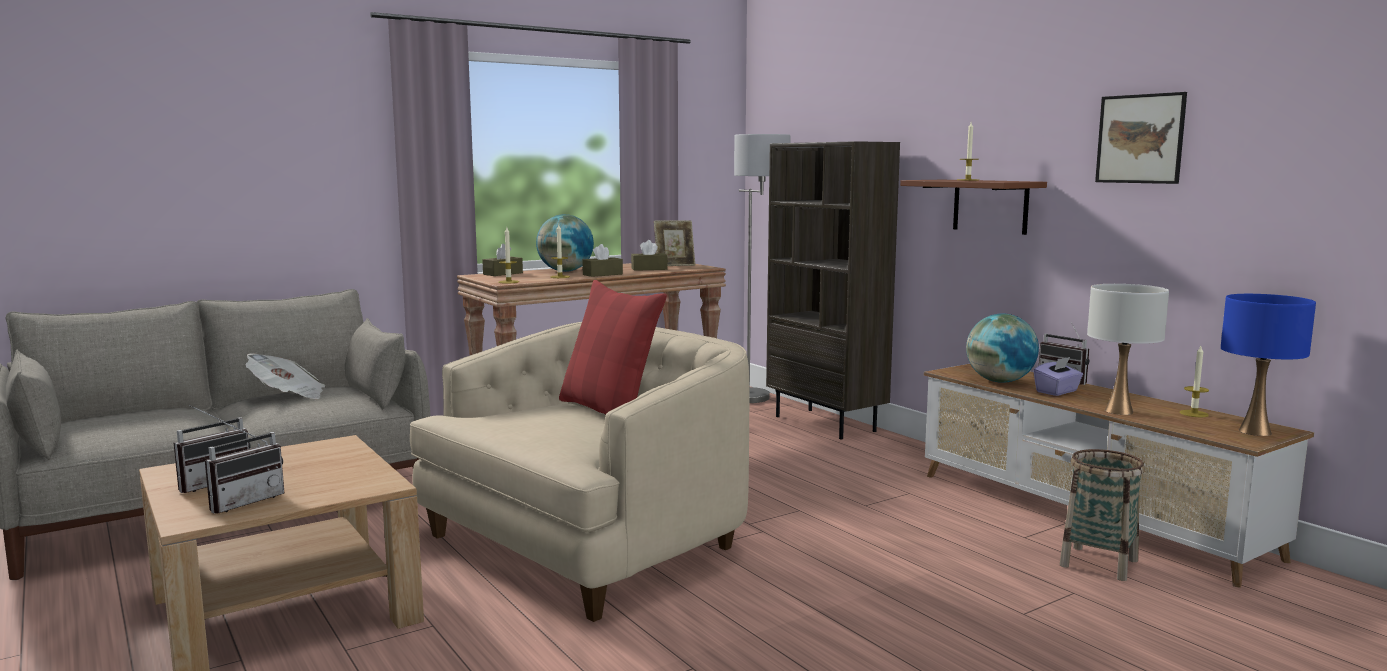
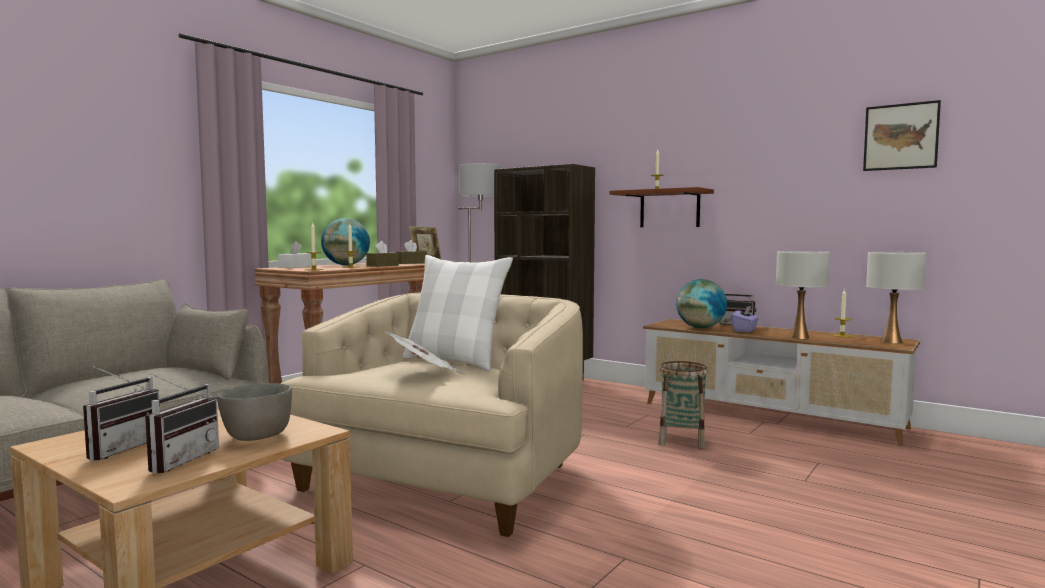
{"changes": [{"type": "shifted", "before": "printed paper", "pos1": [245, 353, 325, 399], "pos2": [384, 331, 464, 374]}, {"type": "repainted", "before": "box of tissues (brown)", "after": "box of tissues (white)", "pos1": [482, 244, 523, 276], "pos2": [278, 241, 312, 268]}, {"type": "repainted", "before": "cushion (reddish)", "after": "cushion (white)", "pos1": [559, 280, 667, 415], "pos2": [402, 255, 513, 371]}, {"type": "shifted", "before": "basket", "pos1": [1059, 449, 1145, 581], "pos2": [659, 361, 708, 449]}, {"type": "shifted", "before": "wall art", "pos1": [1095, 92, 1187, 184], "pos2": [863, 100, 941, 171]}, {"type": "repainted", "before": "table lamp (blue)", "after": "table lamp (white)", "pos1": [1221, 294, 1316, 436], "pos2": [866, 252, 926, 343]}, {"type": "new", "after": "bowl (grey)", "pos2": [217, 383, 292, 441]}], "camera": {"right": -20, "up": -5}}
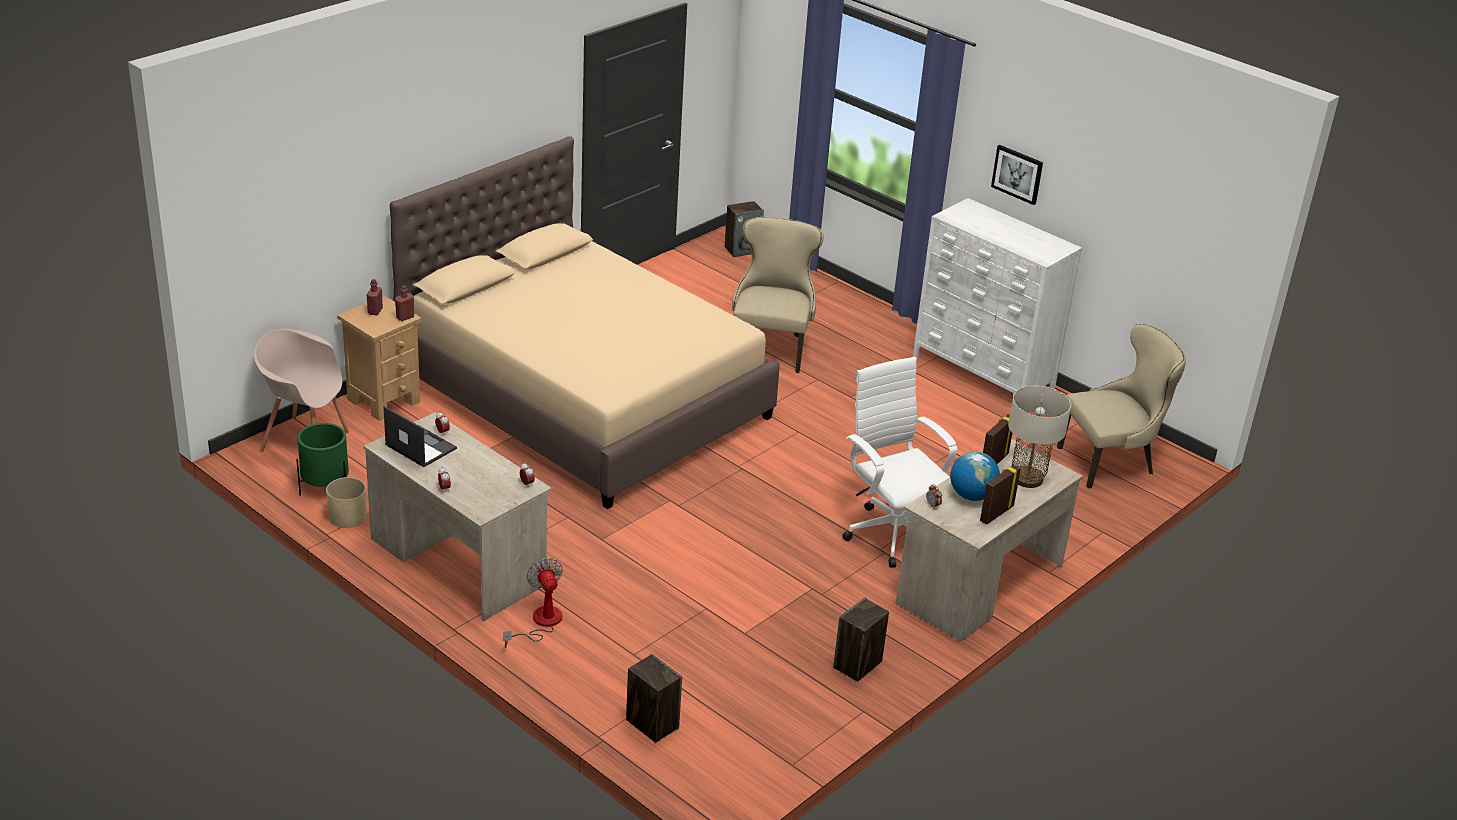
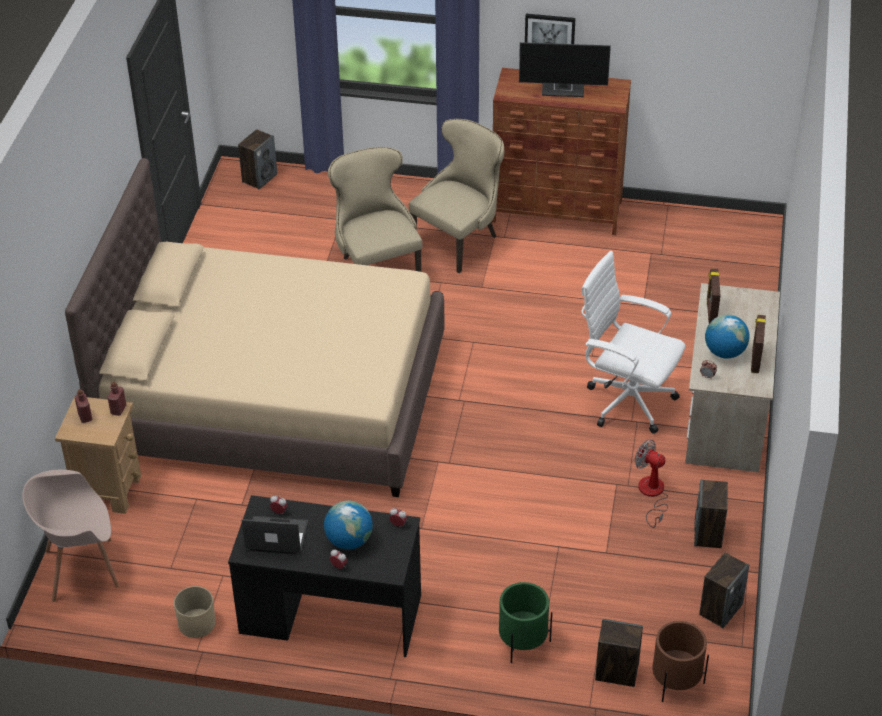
{"changes": [{"type": "shifted", "before": "planter (green-coloured)", "pos1": [296, 423, 349, 496], "pos2": [499, 582, 552, 663]}, {"type": "repainted", "before": "desk unit (beige-coloured)", "after": "desk unit (blackish)", "pos1": [363, 412, 551, 621], "pos2": [228, 495, 421, 657]}, {"type": "shifted", "before": "cooling fan", "pos1": [503, 558, 563, 648], "pos2": [635, 439, 668, 528]}, {"type": "repainted", "before": "dresser (white)", "after": "dresser (brown)", "pos1": [913, 198, 1082, 393], "pos2": [492, 68, 631, 235]}, {"type": "gone", "before": "table lamp", "pos1": [1008, 386, 1071, 488]}, {"type": "shifted", "before": "chair (beige-coloured)", "pos1": [1057, 324, 1186, 489], "pos2": [409, 119, 504, 273]}, {"type": "new", "after": "world globe", "pos2": [324, 501, 373, 549]}, {"type": "new", "after": "computer screen", "pos2": [519, 42, 611, 97]}, {"type": "new", "after": "planter (brown)", "pos2": [652, 621, 709, 702]}, {"type": "new", "after": "loudspeaker", "pos2": [699, 553, 749, 628]}], "camera": {"right": -30, "up": 10}}
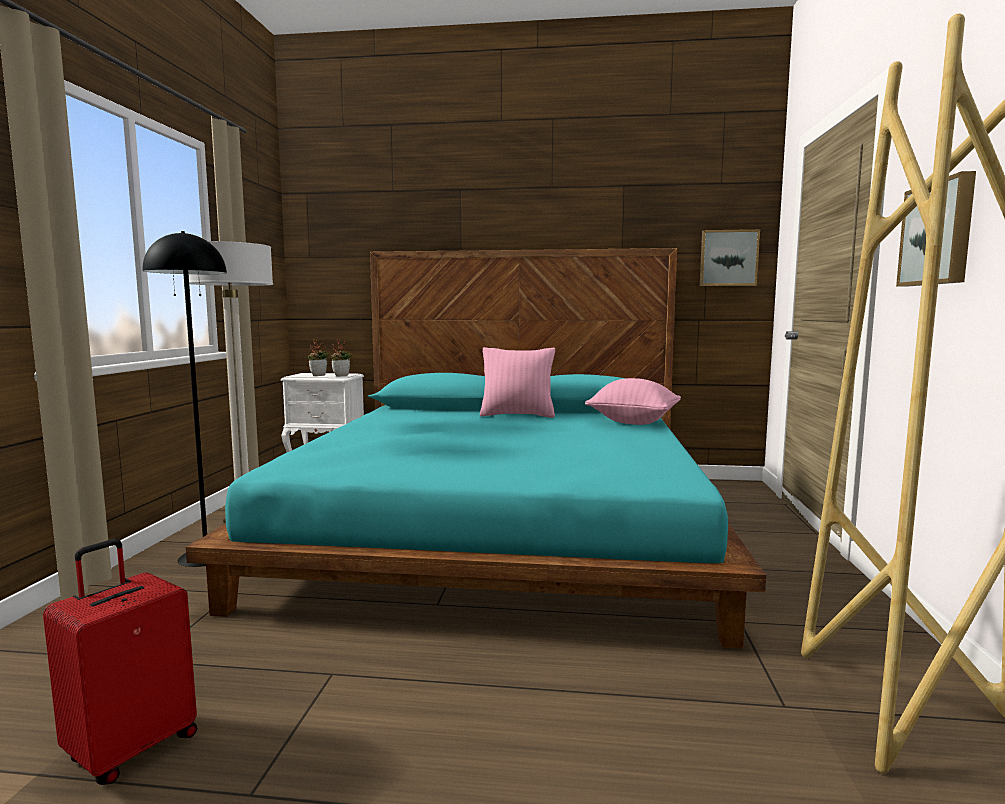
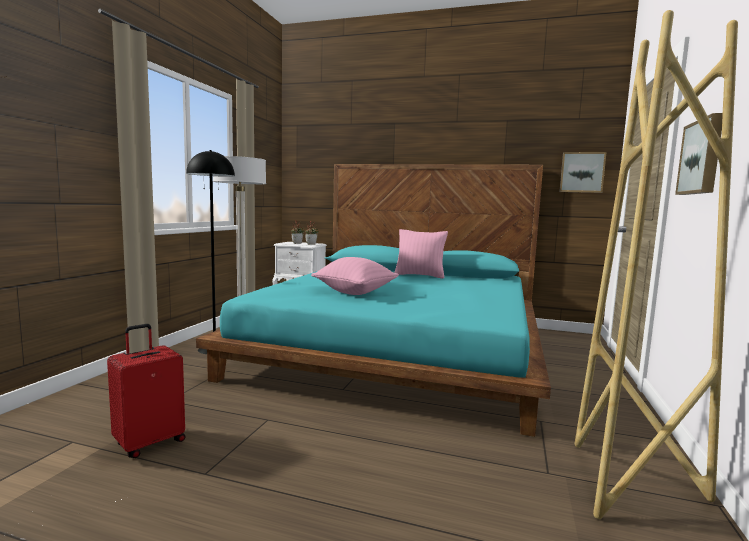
{"changes": [{"type": "shifted", "before": "cushion (pinkish)", "pos1": [585, 378, 681, 425], "pos2": [311, 257, 399, 295]}], "camera": {"right": 10, "up": 0}}
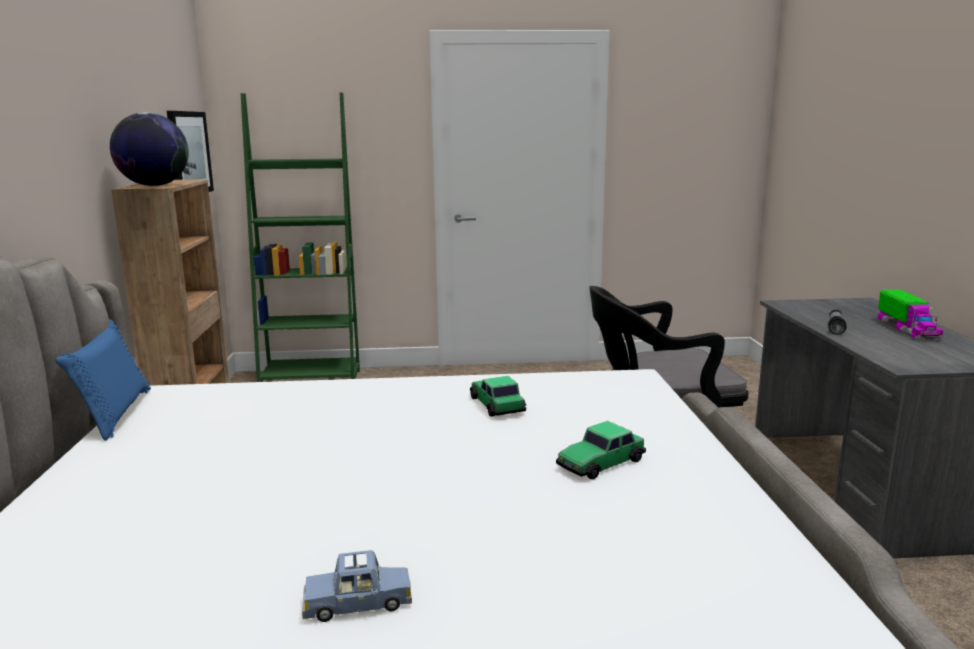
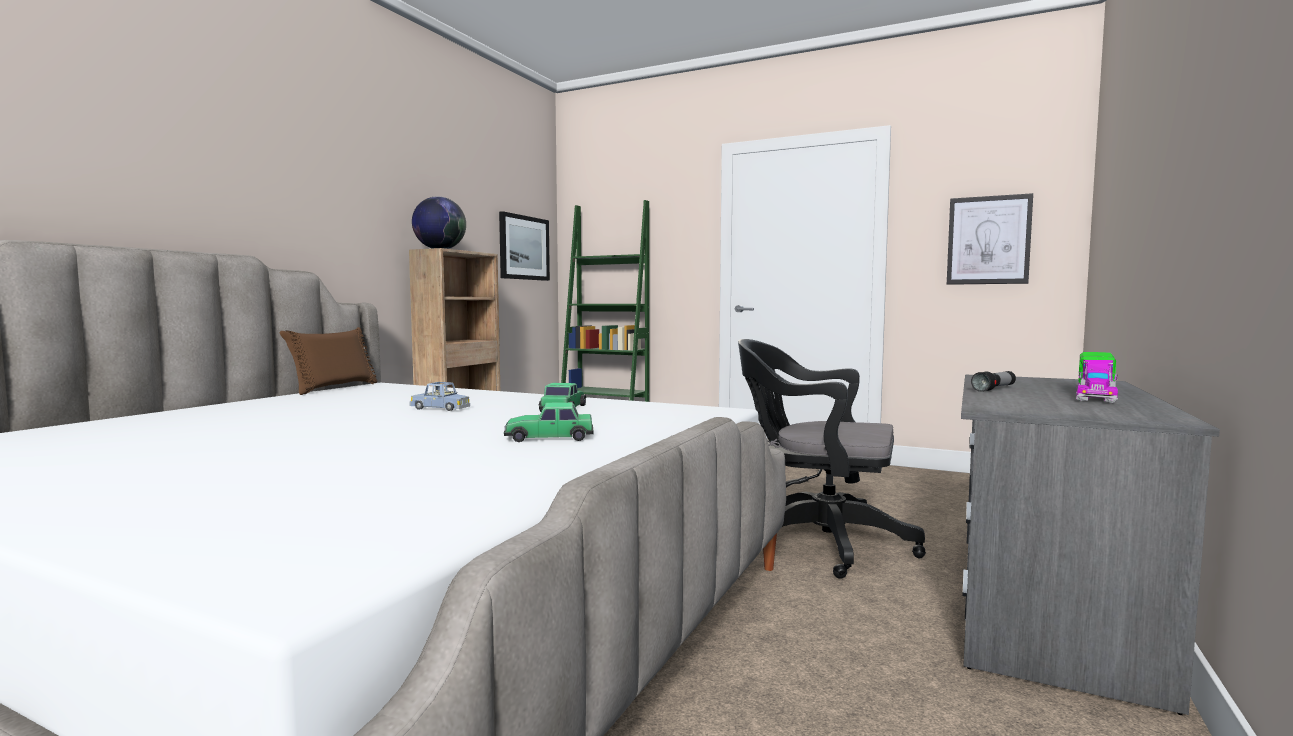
{"changes": [{"type": "repainted", "before": "cushion (blue)", "after": "cushion (brown)", "pos1": [56, 319, 151, 441], "pos2": [280, 327, 377, 395]}, {"type": "shifted", "before": "model car (blue)", "pos1": [302, 550, 412, 622], "pos2": [409, 382, 470, 411]}, {"type": "new", "after": "wall art", "pos2": [947, 193, 1033, 285]}], "camera": {"right": 30, "up": -10}}
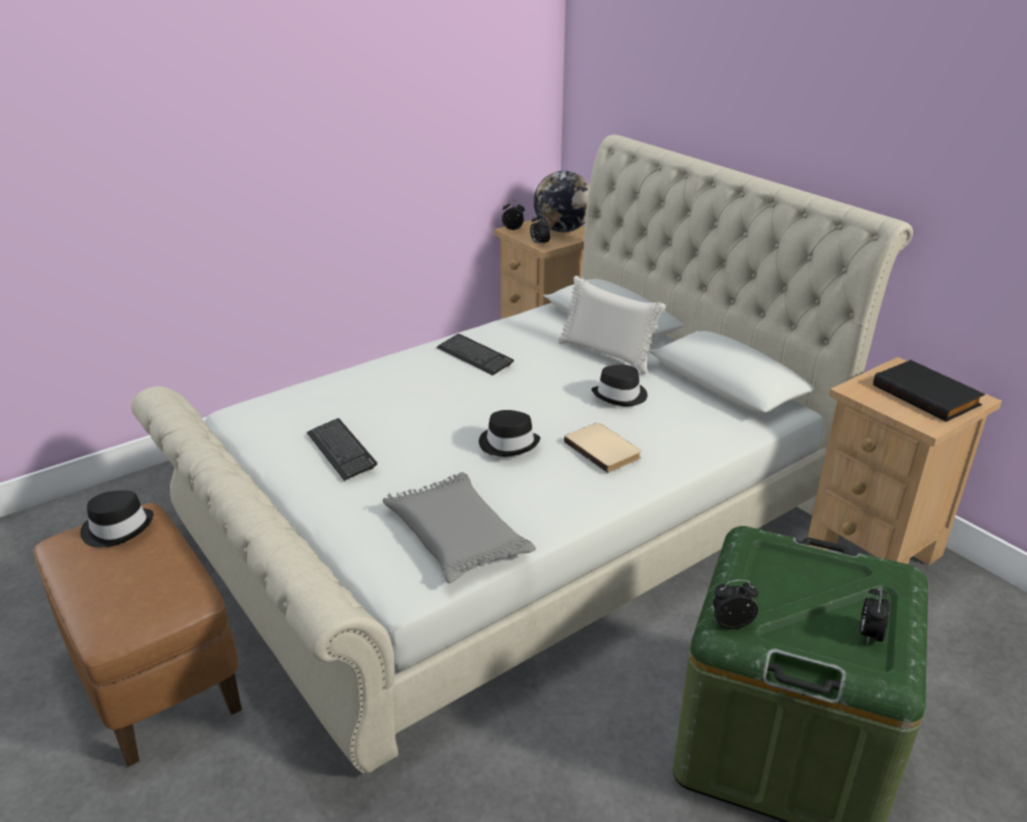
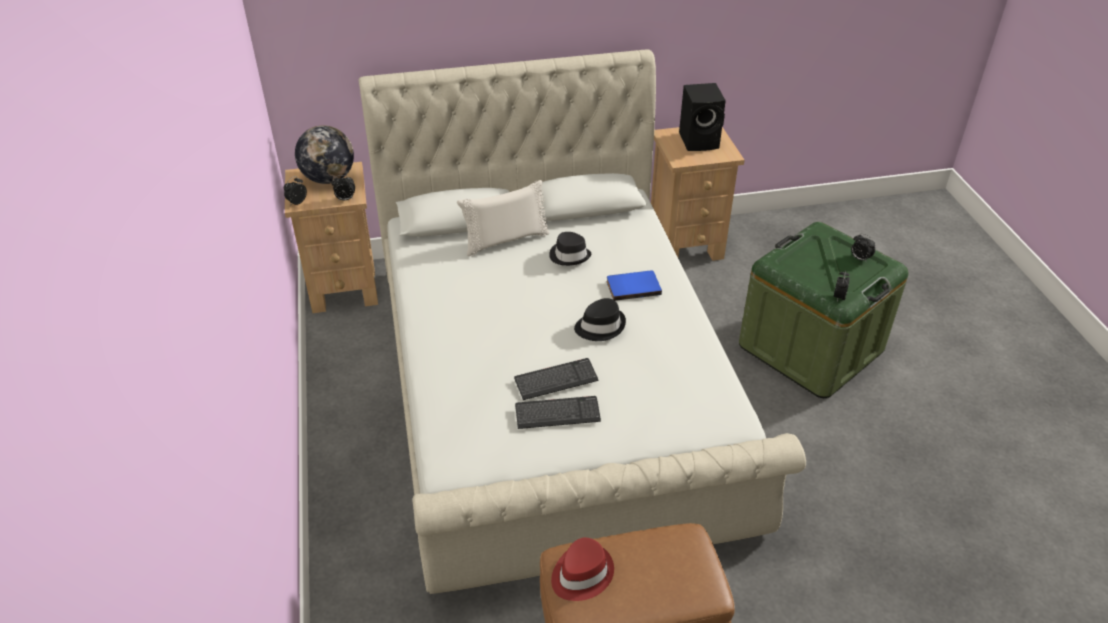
{"changes": [{"type": "repainted", "before": "wearable hat (blackish)", "after": "wearable hat (reddish)", "pos1": [80, 490, 153, 548], "pos2": [551, 538, 614, 601]}, {"type": "gone", "before": "cushion (grey)", "pos1": [382, 472, 536, 583]}, {"type": "shifted", "before": "keyboard", "pos1": [437, 334, 514, 376], "pos2": [514, 358, 599, 400]}, {"type": "repainted", "before": "volume (beige-coloured)", "after": "volume (blue)", "pos1": [564, 423, 641, 473], "pos2": [607, 271, 662, 301]}, {"type": "swapped", "before": "volume (blackish)", "after": "loudspeaker (blackish)", "pos1": [873, 360, 985, 422], "pos2": [679, 83, 726, 151]}], "camera": {"right": -65, "up": 10}}
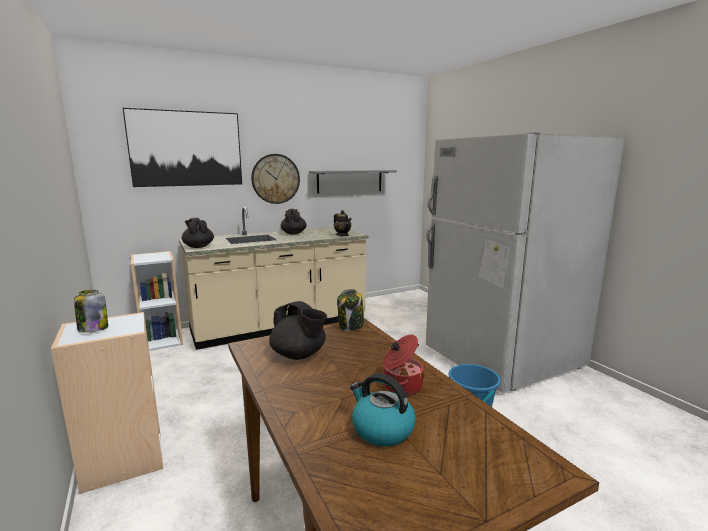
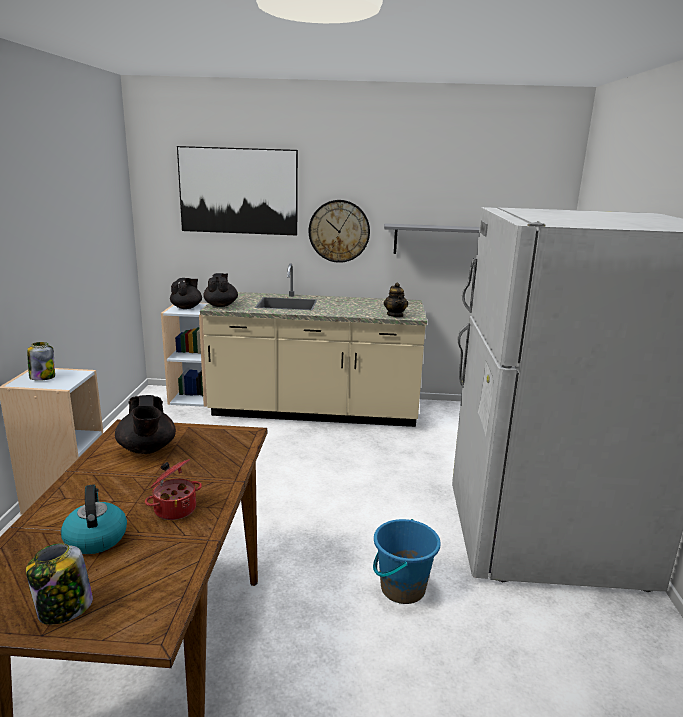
{"changes": [{"type": "shifted", "before": "teapot (blackish)", "pos1": [281, 209, 307, 234], "pos2": [170, 278, 202, 309]}, {"type": "shifted", "before": "preserve jar", "pos1": [337, 289, 364, 331], "pos2": [26, 543, 93, 625]}], "camera": {"right": 30, "up": 5}}
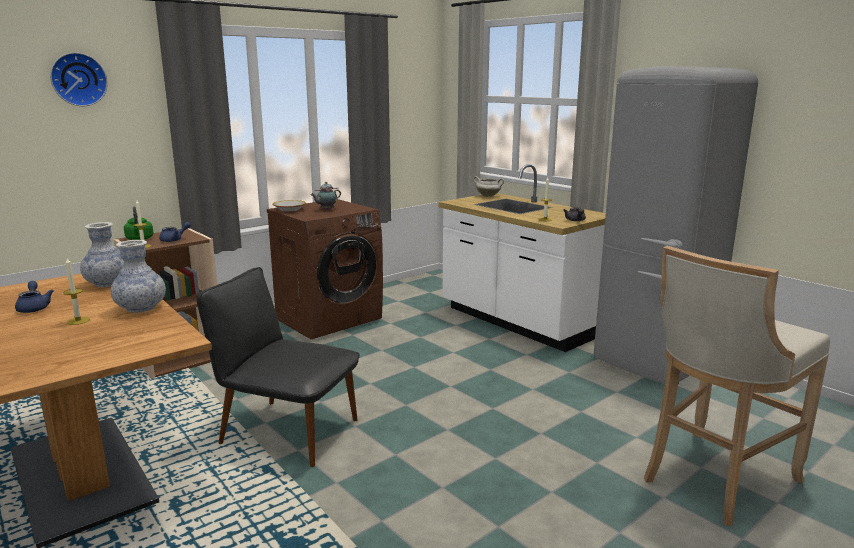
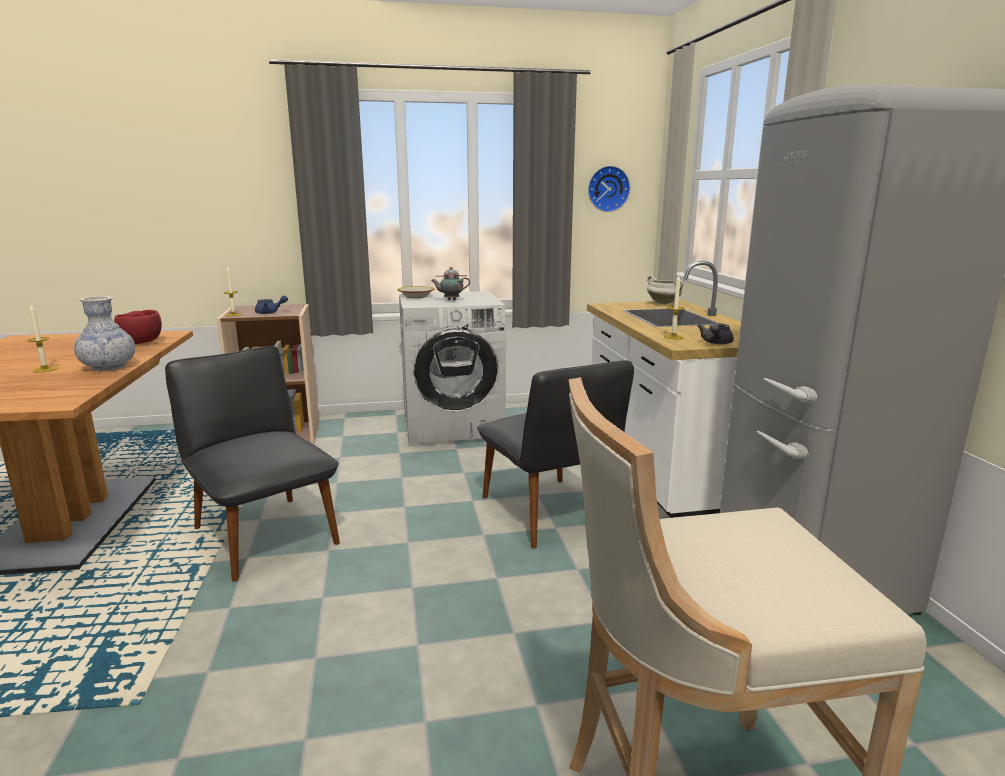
{"changes": [{"type": "gone", "before": "teapot (blue)", "pos1": [15, 281, 54, 313]}, {"type": "shifted", "before": "wall clock", "pos1": [50, 52, 108, 106], "pos2": [588, 166, 630, 212]}, {"type": "swapped", "before": "flower vase", "after": "bowl (reddish)", "pos1": [80, 222, 124, 287], "pos2": [114, 310, 162, 344]}, {"type": "gone", "before": "water kettle (green-coloured)", "pos1": [124, 206, 153, 240]}, {"type": "repainted", "before": "washing machine (brown)", "after": "washing machine (white)", "pos1": [267, 199, 383, 339], "pos2": [399, 291, 506, 444]}, {"type": "new", "after": "chair (blackish)", "pos2": [477, 360, 634, 548]}], "camera": {"right": 30, "up": 0}}
